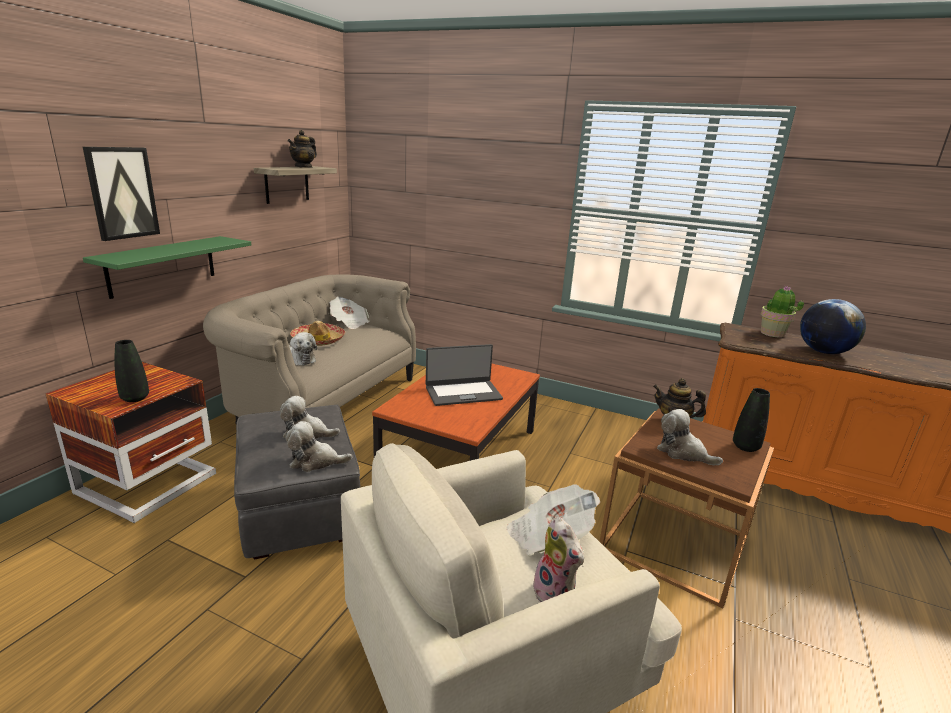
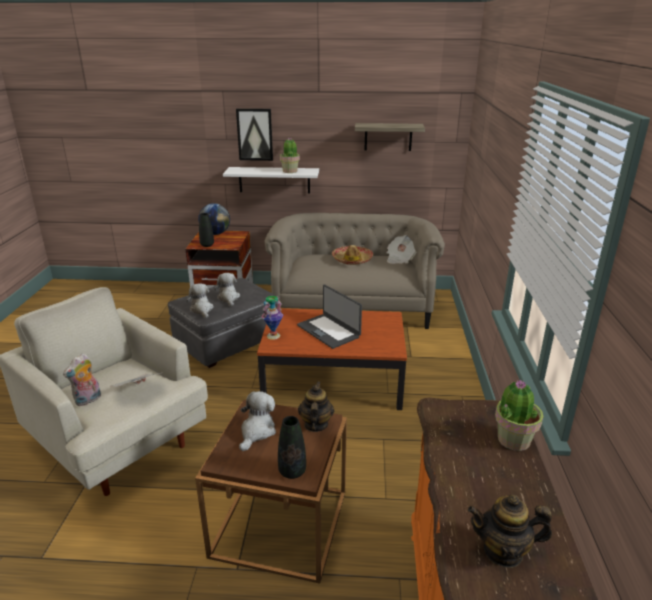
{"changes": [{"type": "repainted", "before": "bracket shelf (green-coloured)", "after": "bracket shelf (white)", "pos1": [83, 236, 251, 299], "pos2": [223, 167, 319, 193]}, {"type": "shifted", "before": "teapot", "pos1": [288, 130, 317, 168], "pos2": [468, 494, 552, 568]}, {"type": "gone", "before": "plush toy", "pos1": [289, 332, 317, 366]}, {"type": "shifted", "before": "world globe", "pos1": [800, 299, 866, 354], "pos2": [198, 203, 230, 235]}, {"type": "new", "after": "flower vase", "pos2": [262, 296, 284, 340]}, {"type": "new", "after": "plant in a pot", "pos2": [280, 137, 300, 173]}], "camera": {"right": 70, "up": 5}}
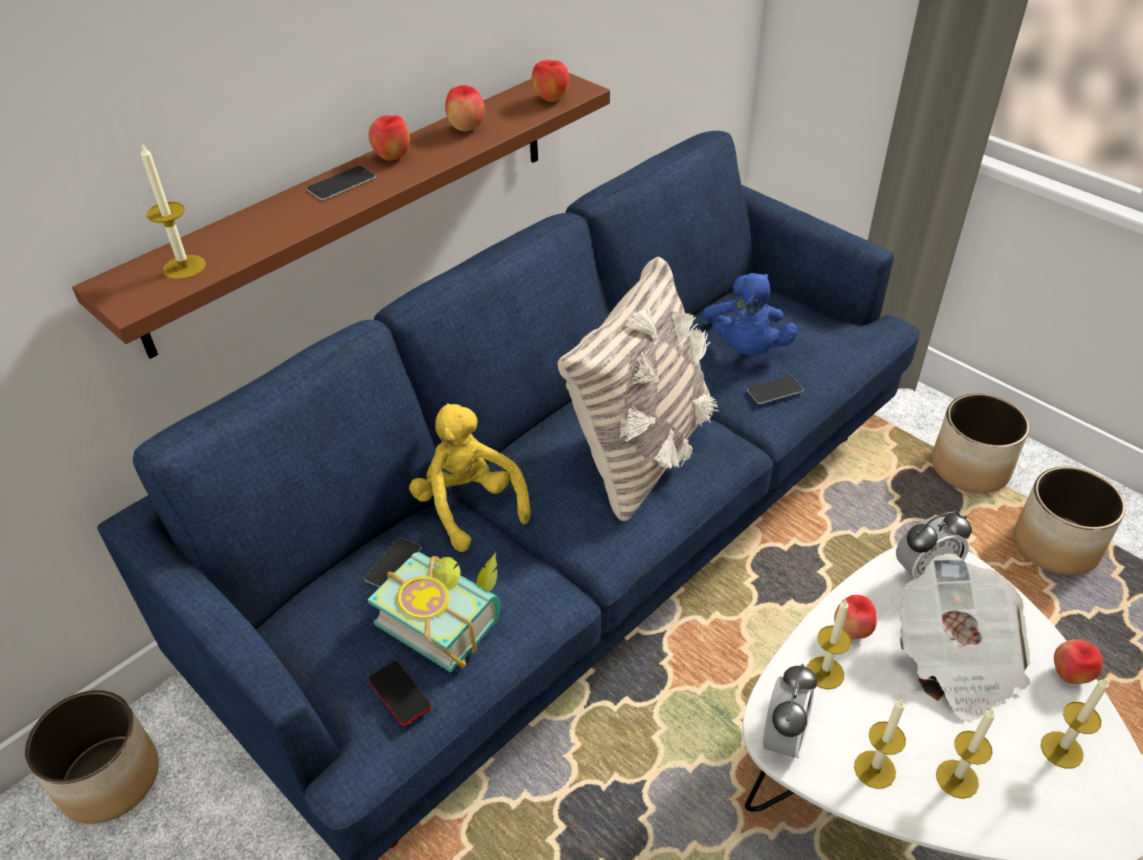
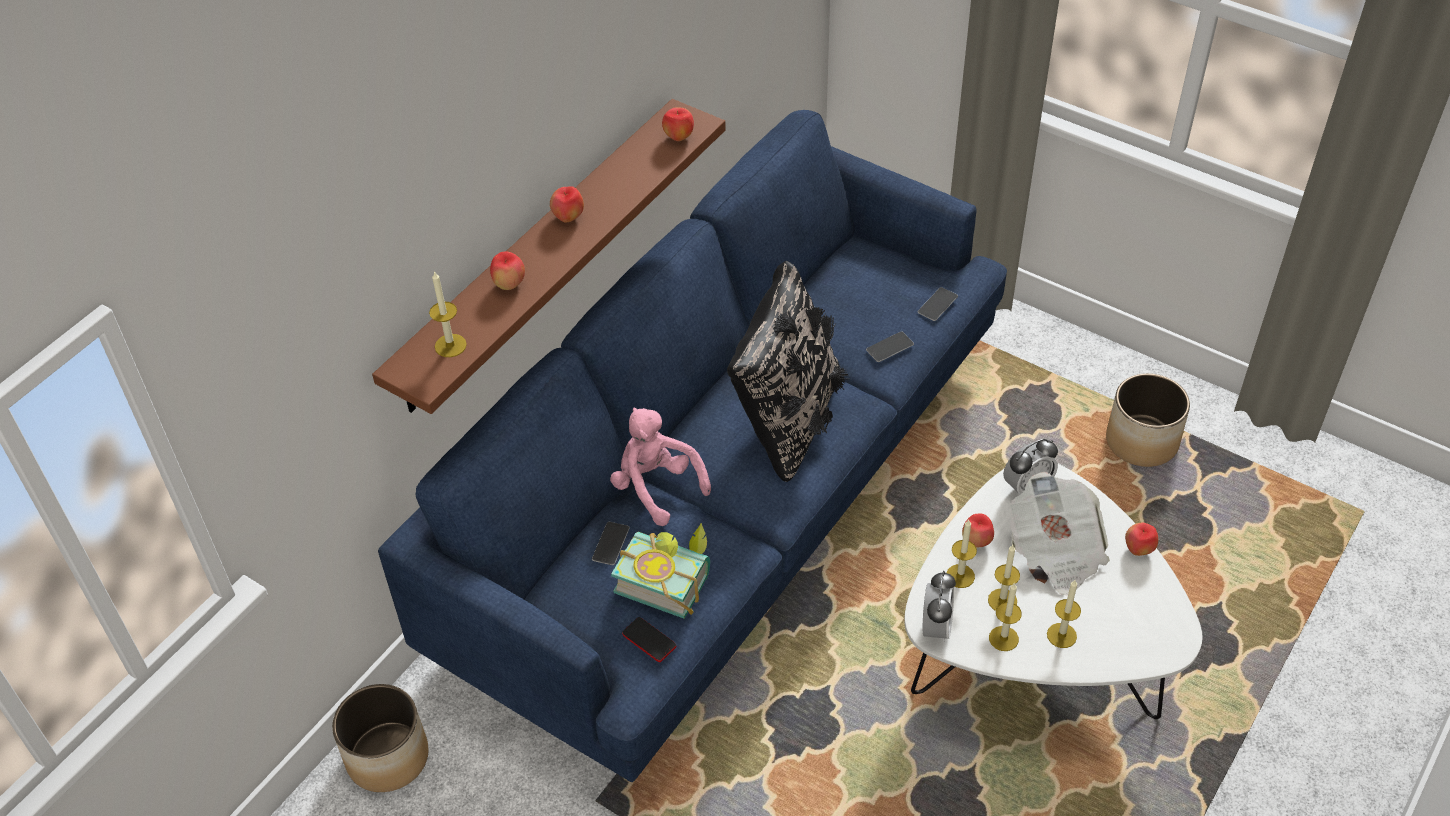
{"changes": [{"type": "shifted", "before": "telephone", "pos1": [306, 165, 376, 201], "pos2": [918, 287, 958, 321]}, {"type": "repainted", "before": "plush toy (yellow-coloured)", "after": "plush toy (pinkish)", "pos1": [409, 403, 531, 552], "pos2": [610, 407, 711, 526]}, {"type": "shifted", "before": "apple fruit", "pos1": [445, 85, 485, 131], "pos2": [490, 252, 525, 290]}, {"type": "repainted", "before": "cushion (beige-coloured)", "after": "cushion (blackish)", "pos1": [558, 257, 719, 521], "pos2": [727, 261, 849, 482]}, {"type": "gone", "before": "plush toy (blue)", "pos1": [703, 273, 798, 355]}, {"type": "gone", "before": "planter", "pos1": [932, 393, 1029, 493]}, {"type": "shifted", "before": "wax light", "pos1": [1041, 677, 1108, 769], "pos2": [988, 545, 1020, 611]}], "camera": {"right": -10, "up": 5}}
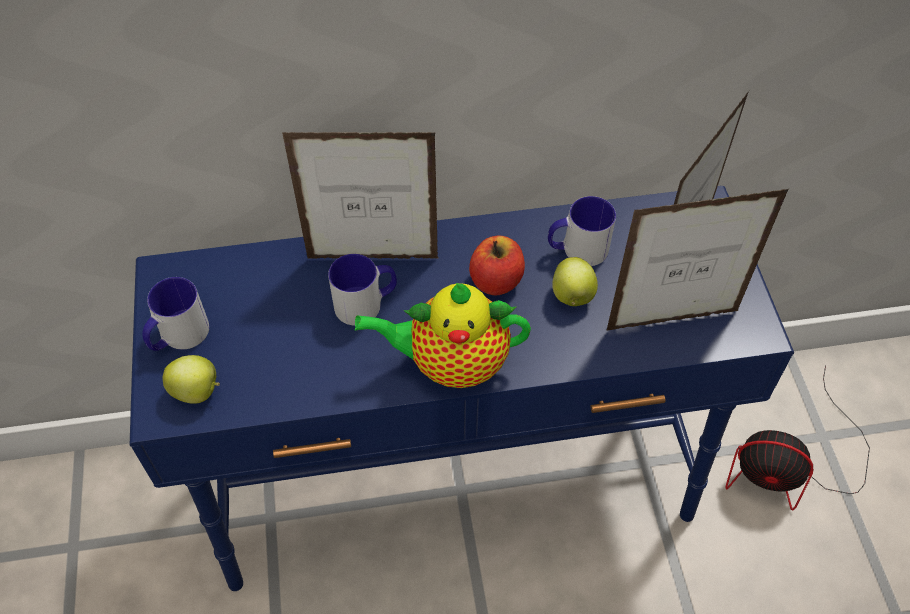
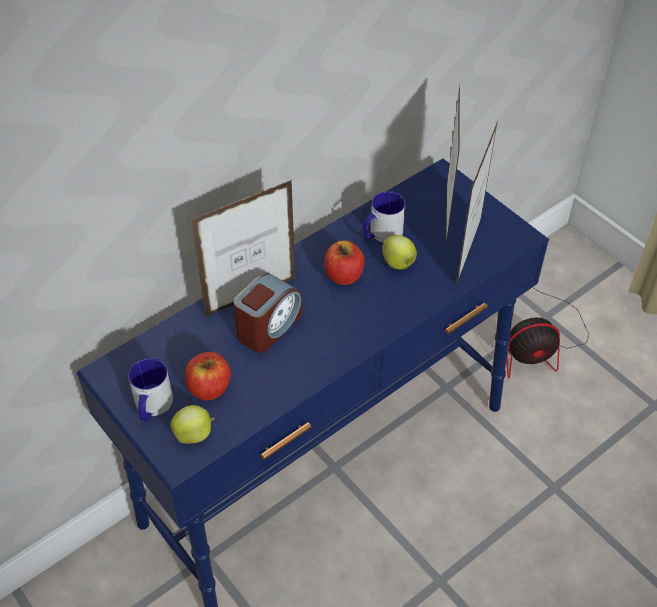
{"changes": [{"type": "swapped", "before": "coffee mug", "after": "alarm clock", "pos1": [328, 254, 397, 326], "pos2": [233, 273, 302, 353]}, {"type": "gone", "before": "teapot", "pos1": [355, 283, 531, 388]}, {"type": "rotated", "before": "photo frame", "pos1": [606, 189, 789, 331], "pos2": [457, 121, 498, 283], "turn": 150}, {"type": "new", "after": "apple fruit", "pos2": [185, 352, 231, 400]}], "camera": {"right": -30, "up": -5}}
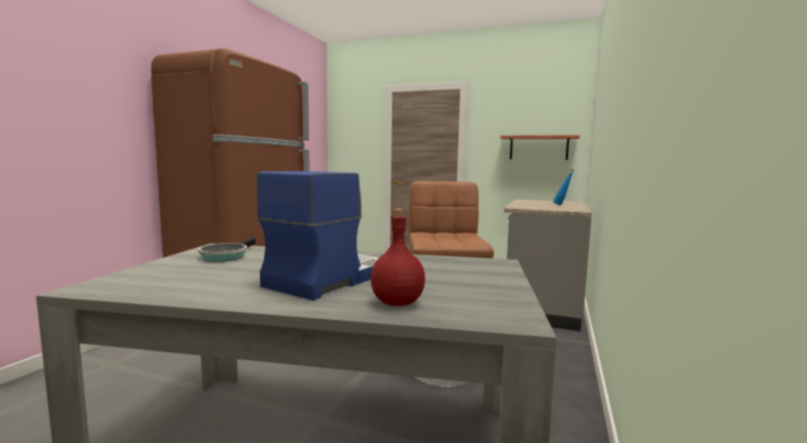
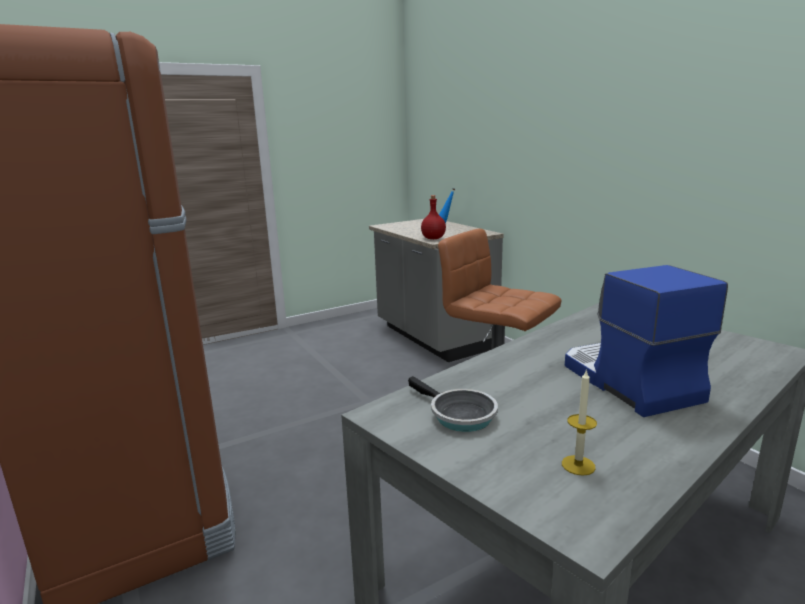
{"changes": [{"type": "shifted", "before": "bottle (reddish)", "pos1": [371, 209, 425, 306], "pos2": [421, 195, 446, 239]}, {"type": "gone", "before": "bracket shelf", "pos1": [500, 135, 580, 160]}, {"type": "new", "after": "wax light", "pos2": [562, 369, 597, 476]}], "camera": {"right": -50, "up": 10}}
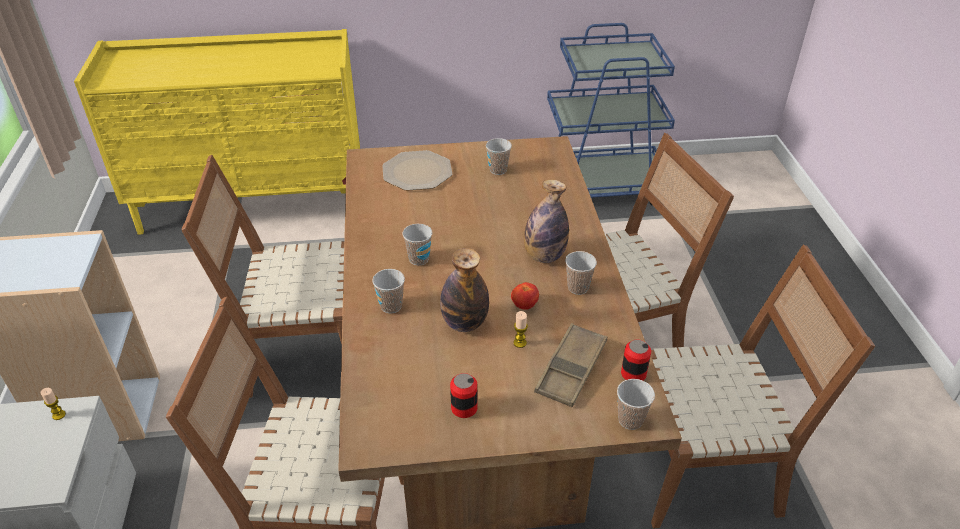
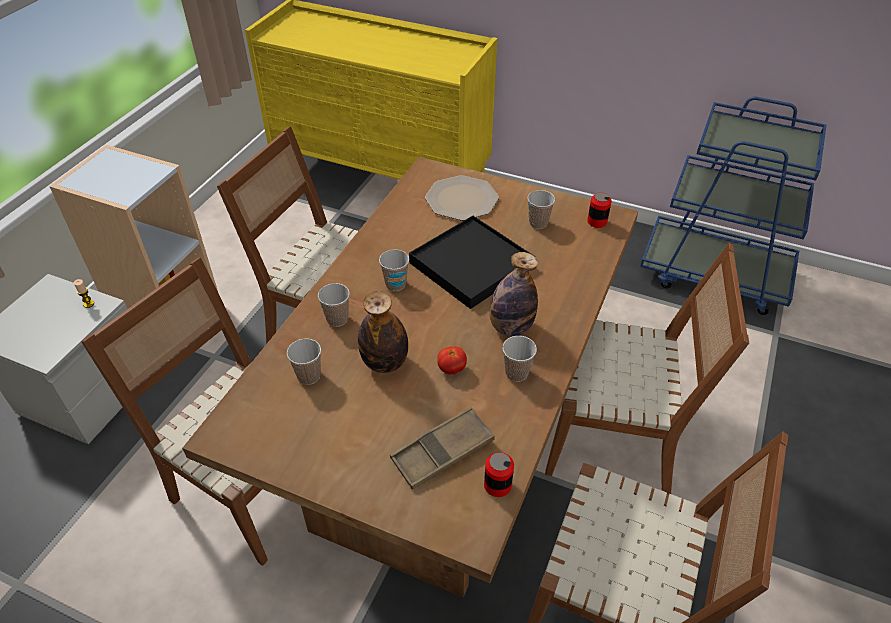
{"changes": [{"type": "shifted", "before": "sealed can", "pos1": [450, 373, 477, 418], "pos2": [587, 192, 612, 228]}, {"type": "gone", "before": "wax light", "pos1": [514, 311, 528, 348]}, {"type": "shifted", "before": "small cup", "pos1": [617, 379, 655, 430], "pos2": [287, 338, 321, 385]}, {"type": "new", "after": "serving tray (blackish)", "pos2": [409, 216, 535, 309]}], "camera": {"right": 30, "up": 5}}
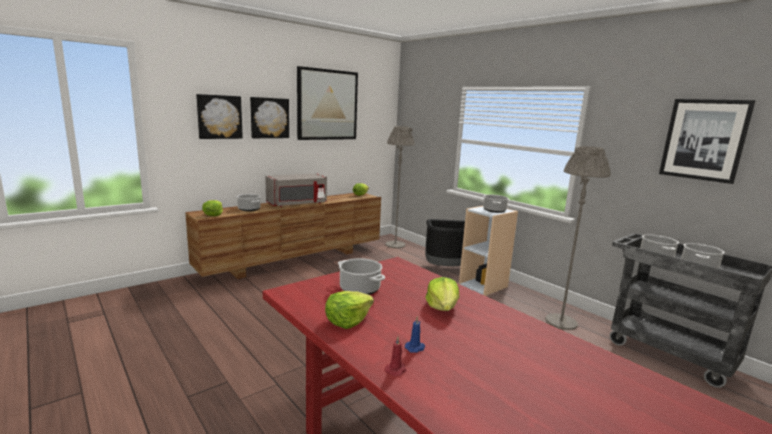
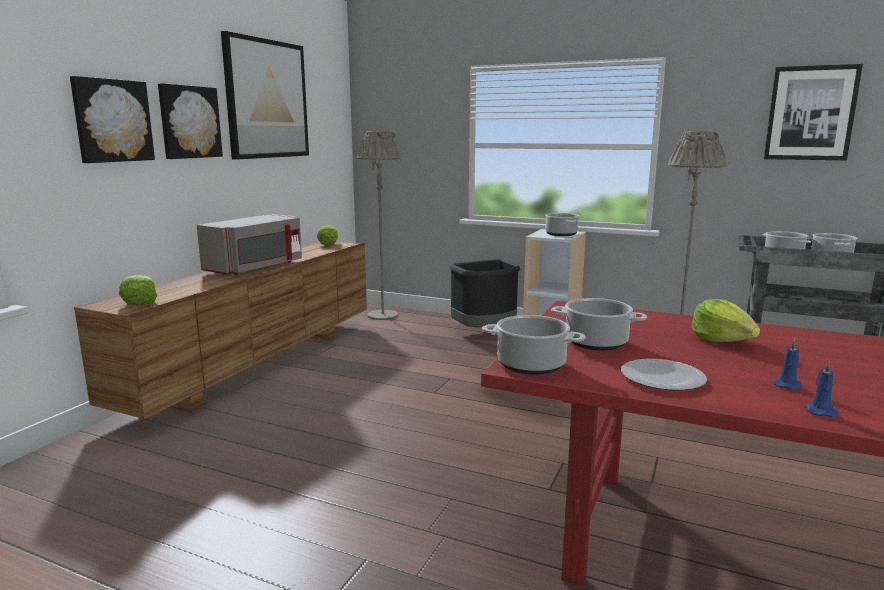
{"changes": [{"type": "shifted", "before": "cooking pot", "pos1": [236, 194, 261, 211], "pos2": [482, 315, 586, 375]}, {"type": "swapped", "before": "lettuce", "after": "dinner plate", "pos1": [325, 291, 374, 329], "pos2": [621, 359, 707, 391]}, {"type": "repainted", "before": "wax light (reddish)", "after": "wax light (blue)", "pos1": [385, 336, 406, 376], "pos2": [805, 360, 839, 417]}], "camera": {"right": -25, "up": 0}}
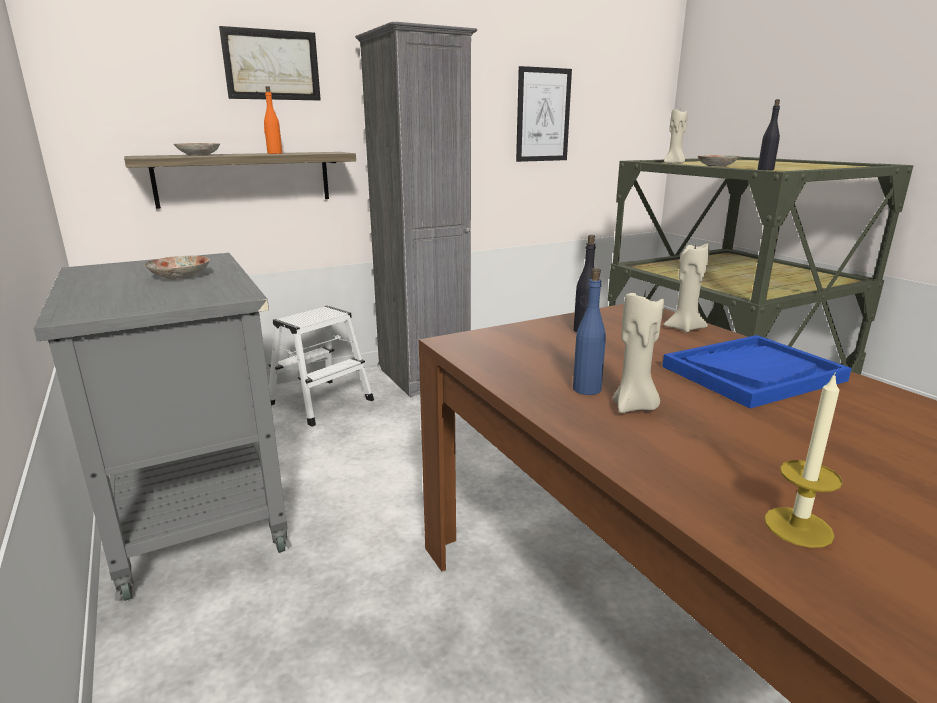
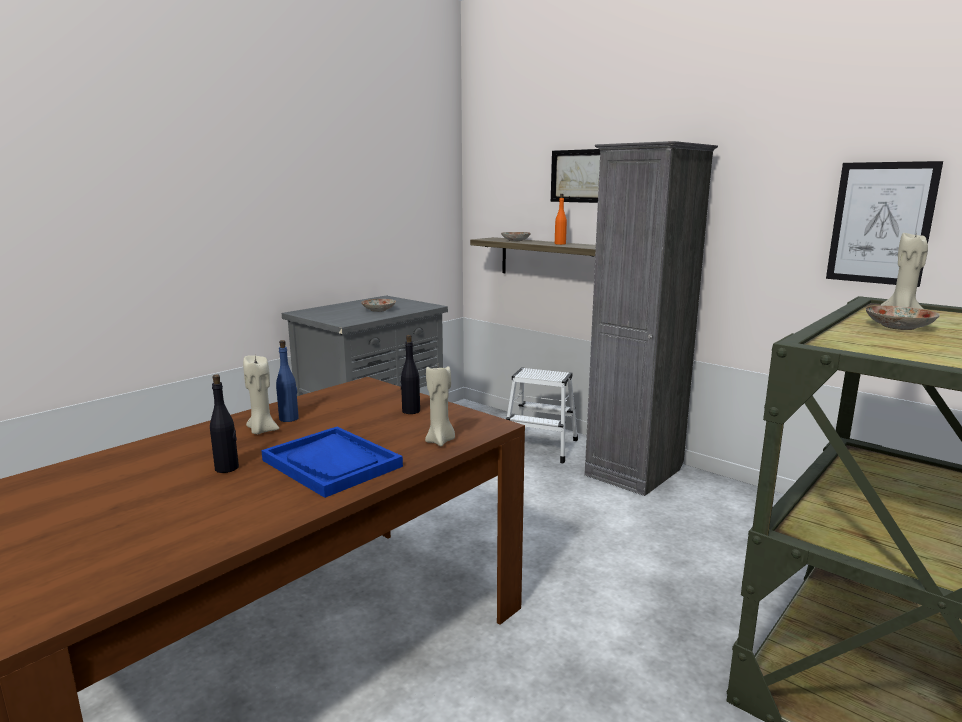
{"changes": [{"type": "shifted", "before": "bottle (blackish)", "pos1": [758, 99, 780, 170], "pos2": [210, 375, 239, 473]}, {"type": "gone", "before": "wax light", "pos1": [764, 372, 843, 548]}], "camera": {"right": 70, "up": -5}}
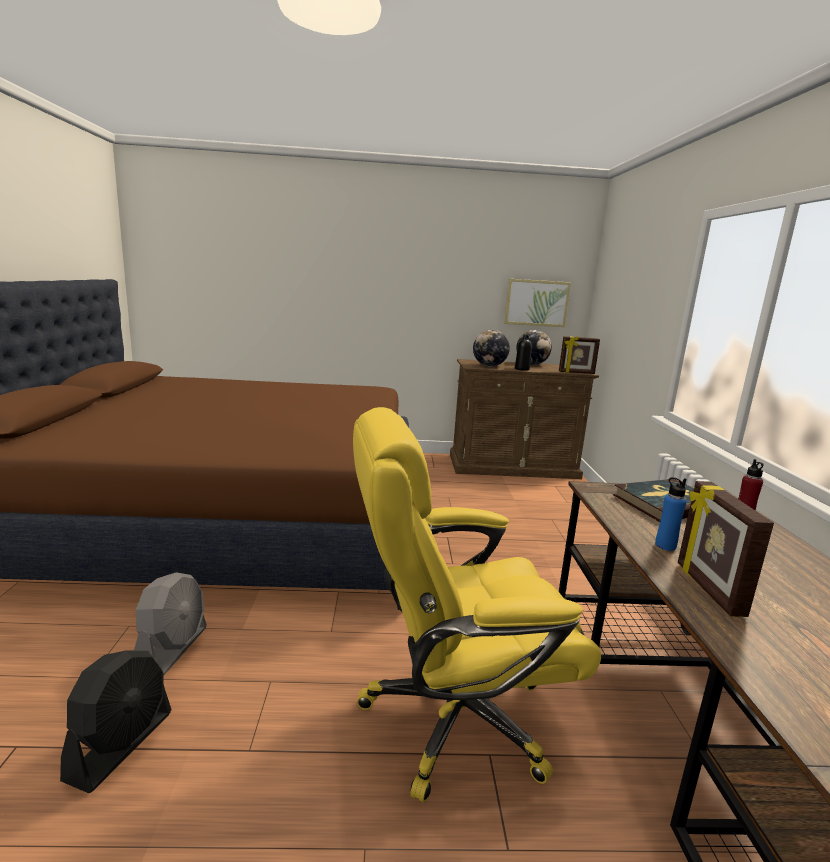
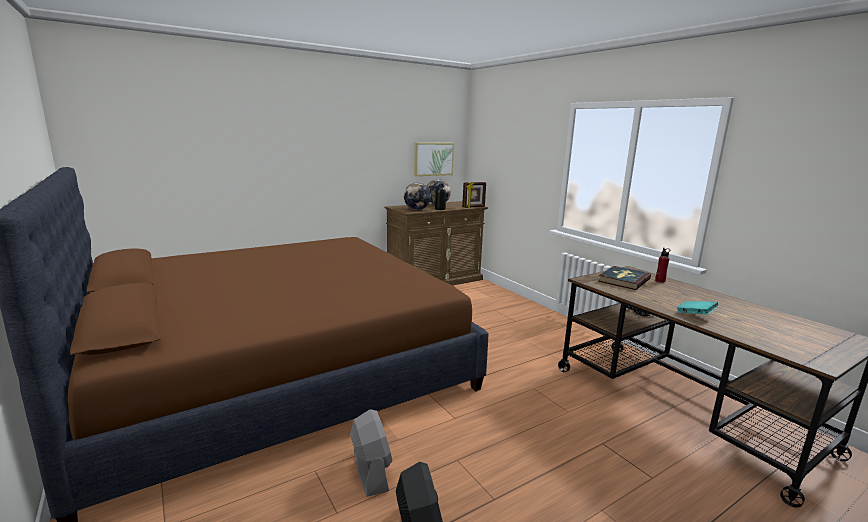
{"changes": [{"type": "gone", "before": "computer chair (yellow-coloured)", "pos1": [353, 407, 601, 802]}, {"type": "gone", "before": "bottle (blue)", "pos1": [655, 477, 687, 551]}, {"type": "swapped", "before": "photo frame", "after": "volume (turquoise)", "pos1": [678, 481, 774, 617], "pos2": [676, 301, 718, 314]}], "camera": {"right": -30, "up": 0}}
